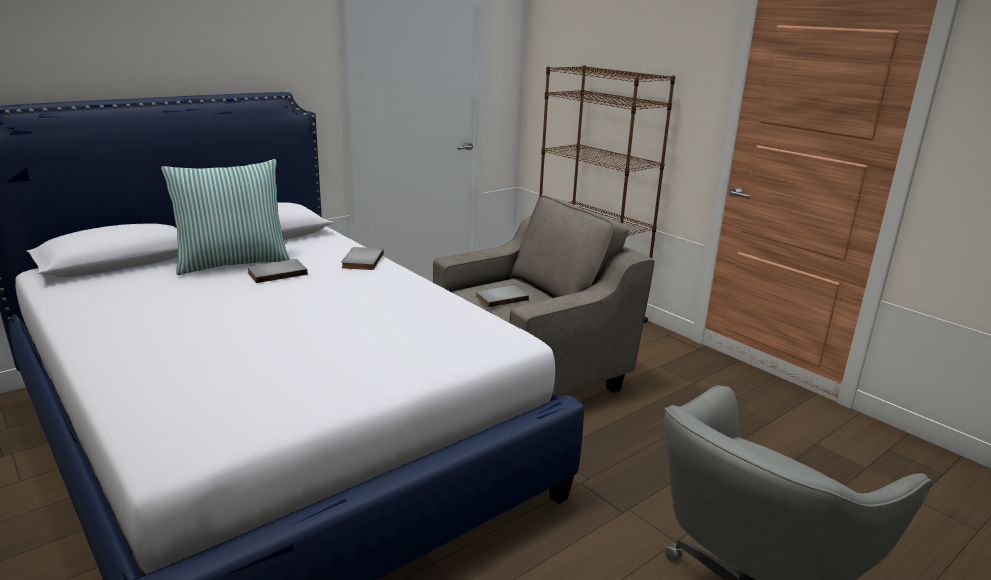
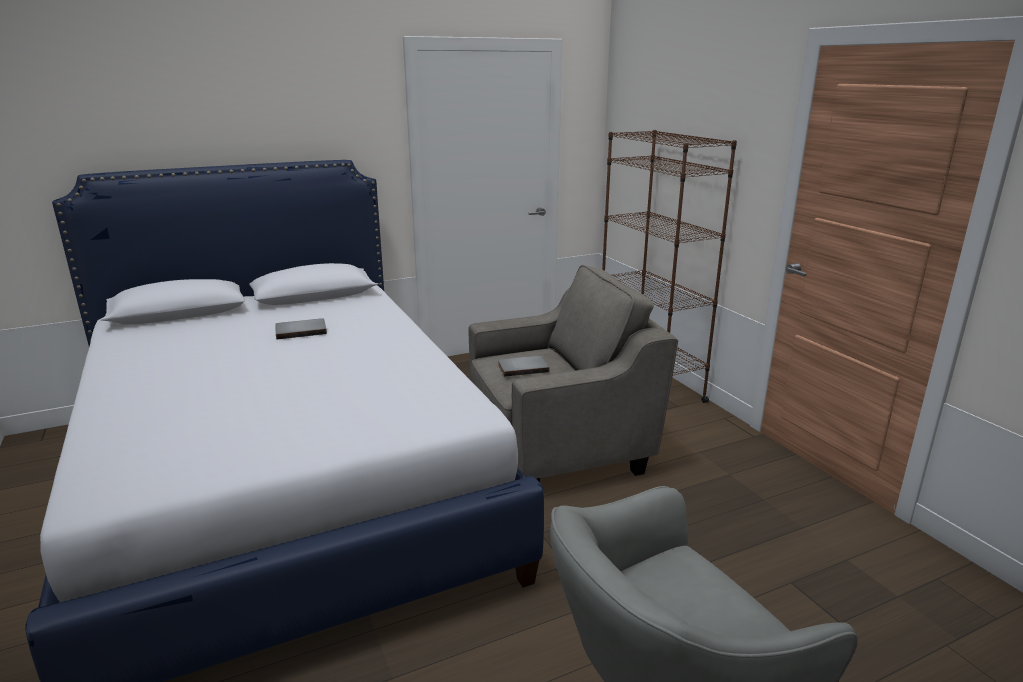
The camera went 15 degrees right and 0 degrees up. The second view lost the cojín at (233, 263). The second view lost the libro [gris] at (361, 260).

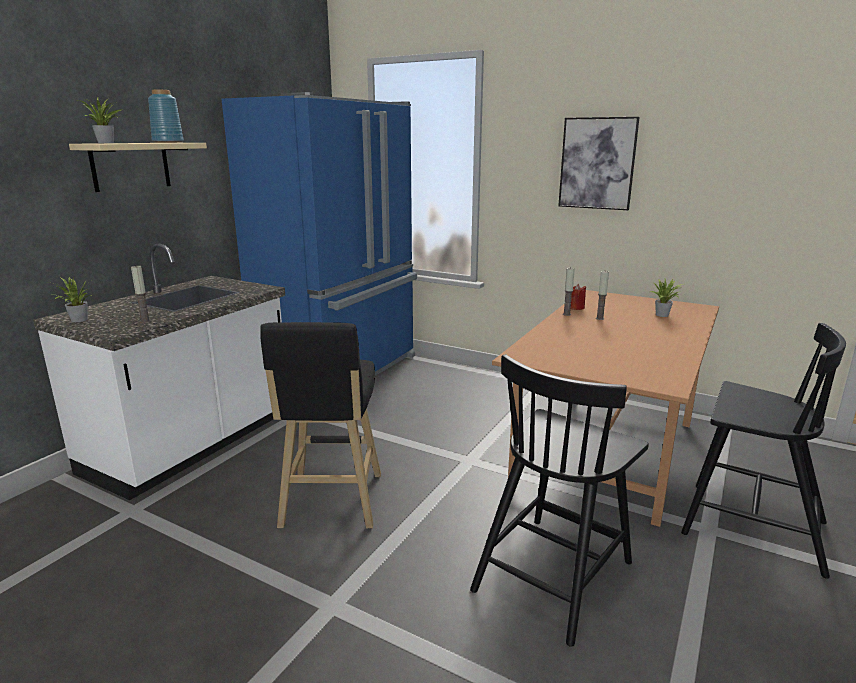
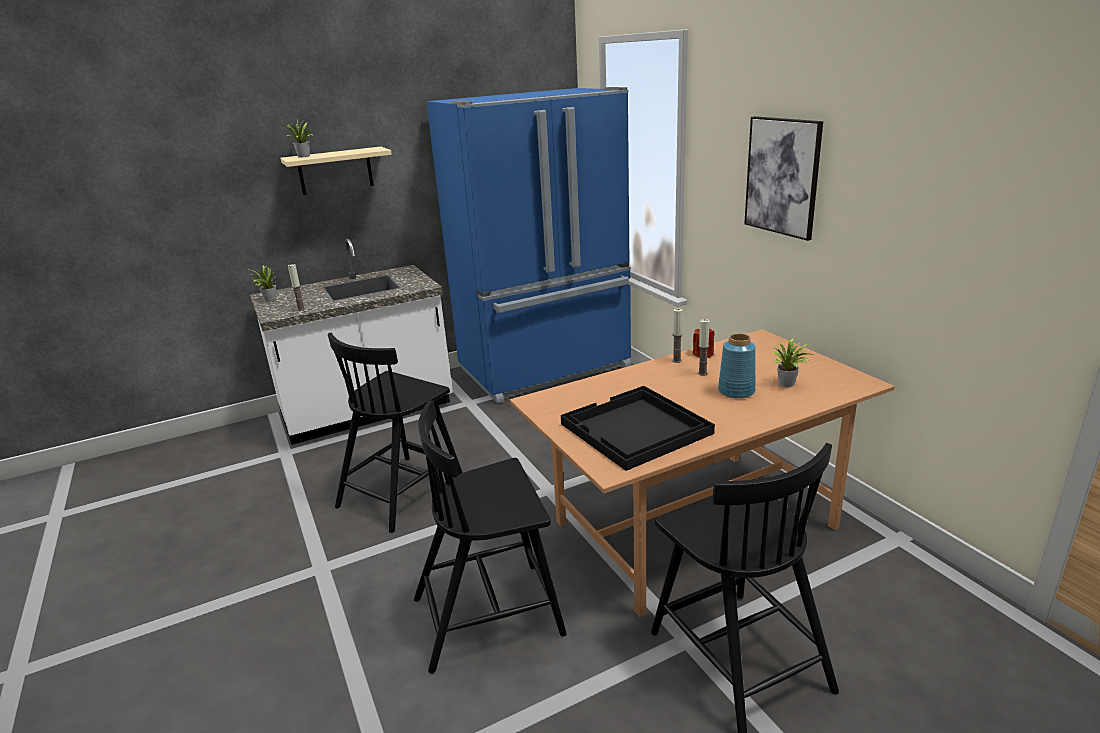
The camera went 35 degrees right and 5 degrees up. The florero [azul] ended up elsewhere, having gone from (168, 142) to (737, 391). Where the taburete [negro] stood at (331, 503), the silla [negro] came to stand at (402, 491). The second view gained the bandeja [negro] at (635, 429).

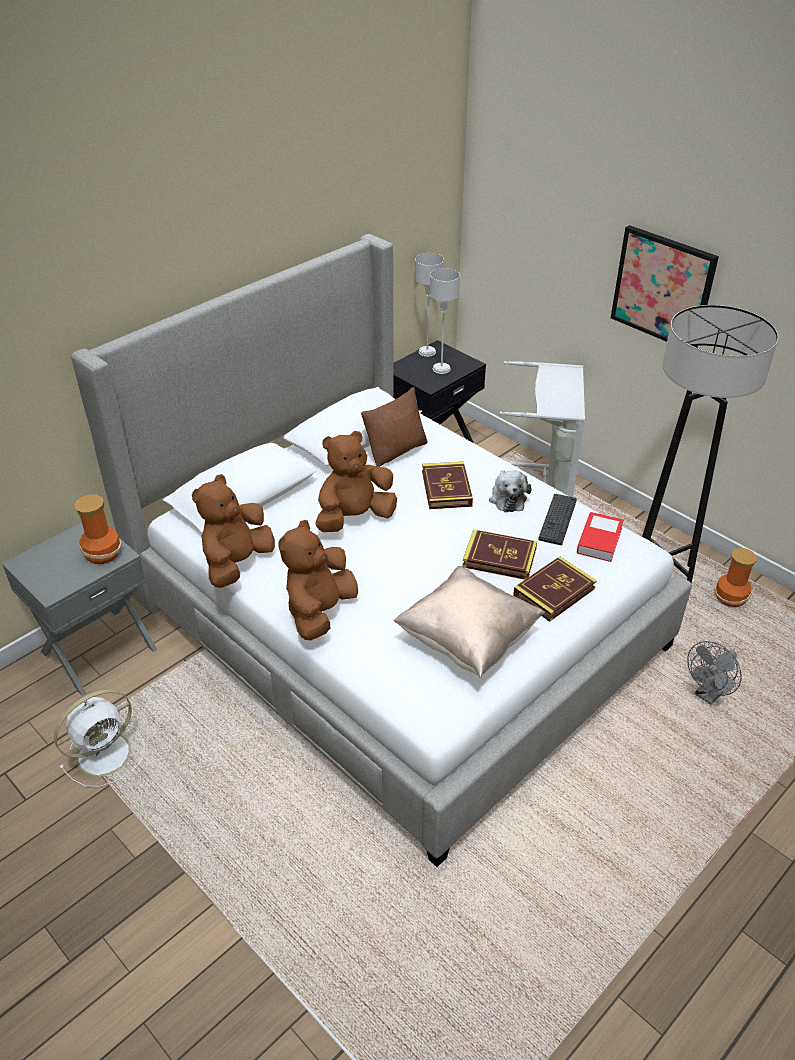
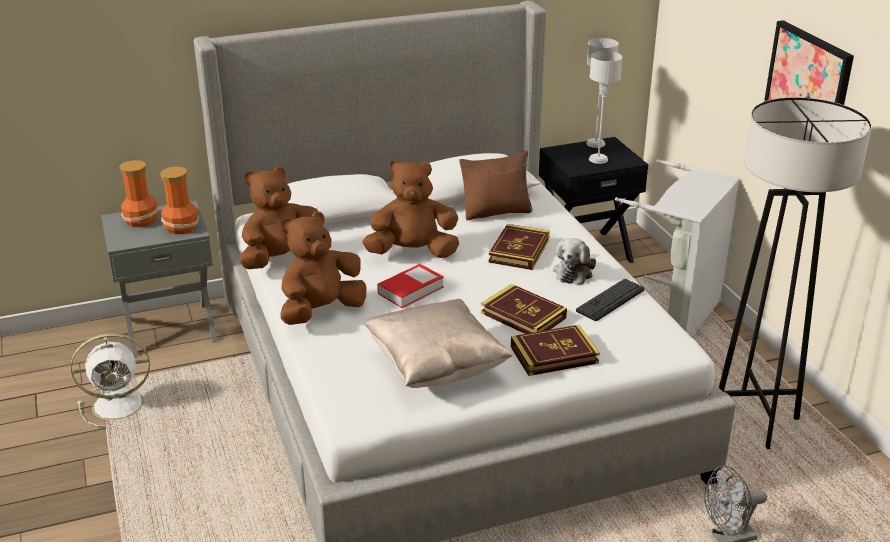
The camera went 25 degrees right and 10 degrees down. The libro ended up elsewhere, having gone from (599, 540) to (410, 290). The florero ended up elsewhere, having gone from (731, 597) to (142, 220).

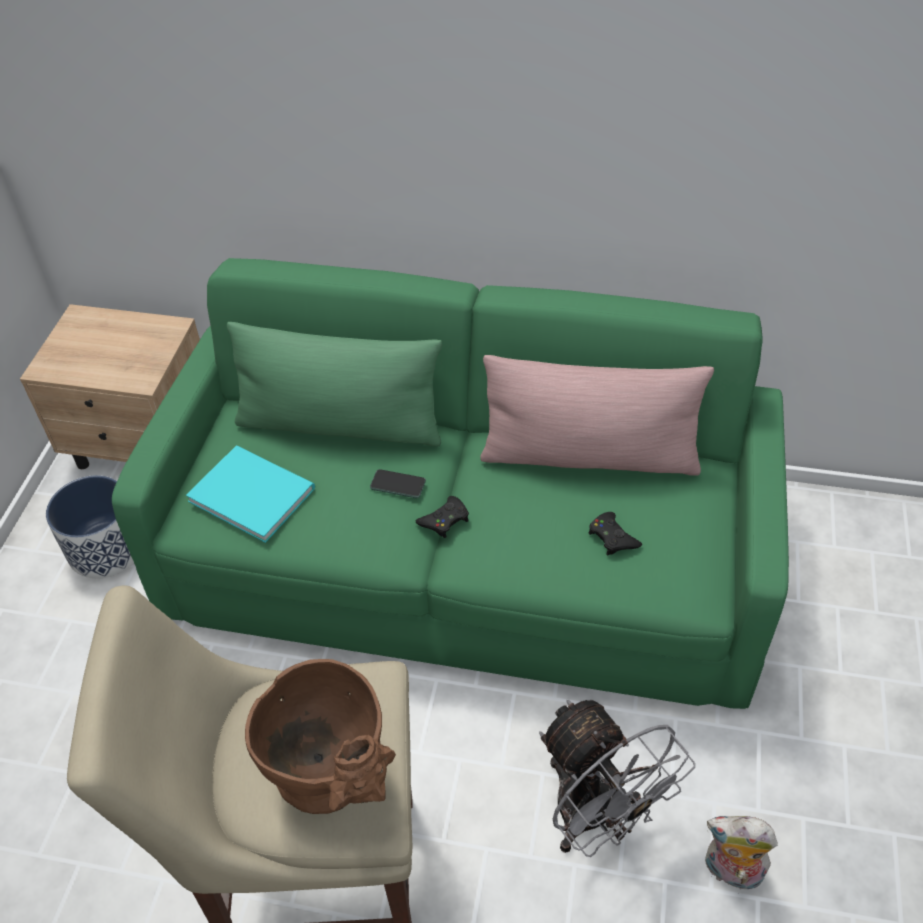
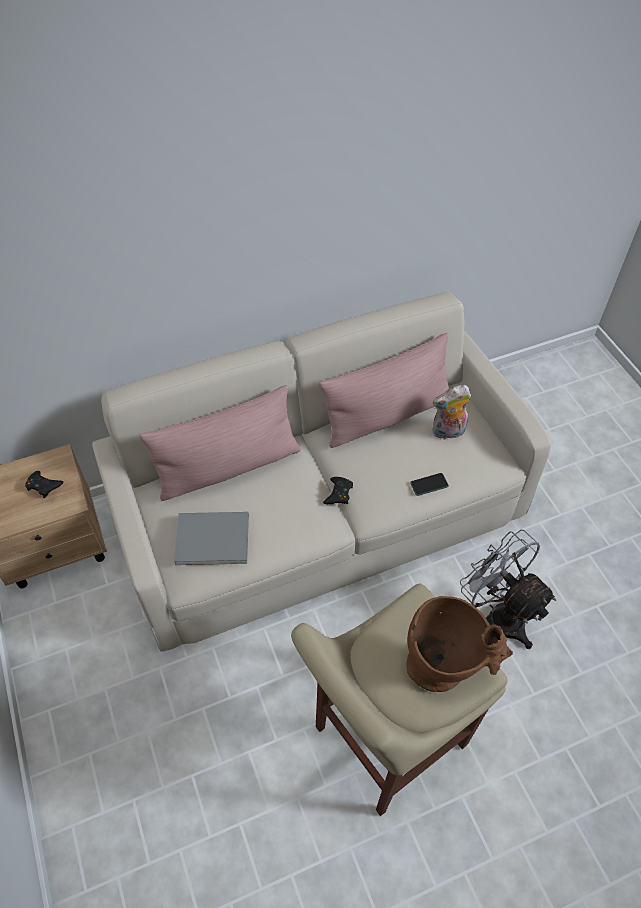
The camera went 35 degrees left and 5 degrees up. The second view lost the maceta at (106, 548). What was the sofá [verde] at (466, 551) turned into the sofá [beis] at (321, 507). What was the libro [turquesa] at (251, 492) turned into the libro [gris] at (210, 537). What was the cojín [verde] at (340, 425) turned into the cojín [rosa] at (228, 467). The móvil ended up elsewhere, having gone from (398, 484) to (429, 485). The ventilador [gris] at (596, 818) ended up facing another way, 150 degrees counterclockwise from before. The mando de consola [negro] ended up elsewhere, having gone from (612, 537) to (43, 486). The peluche ended up elsewhere, having gone from (730, 871) to (448, 432).

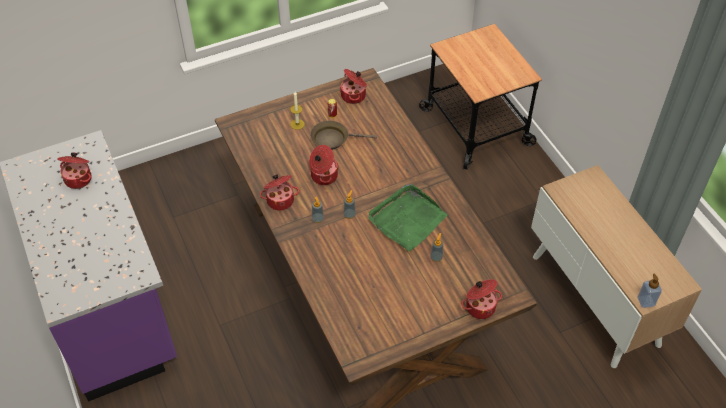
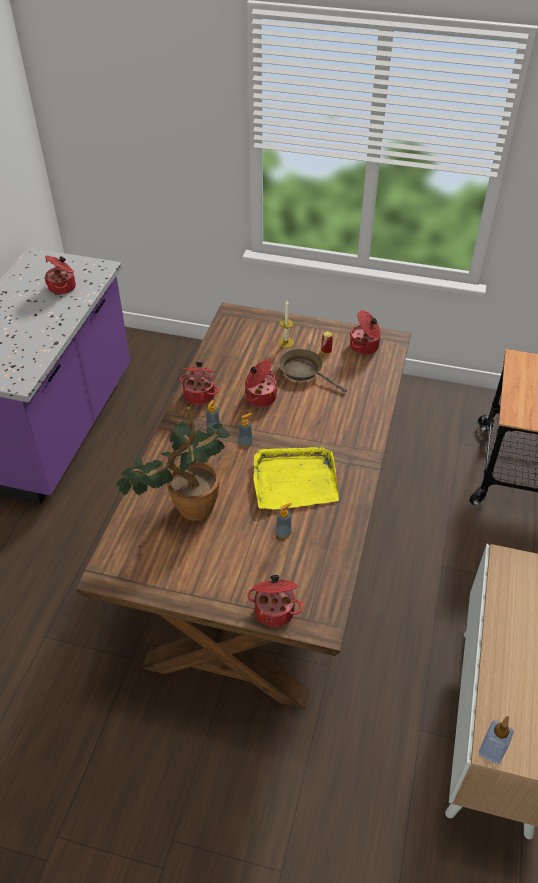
The camera went 40 degrees right and 5 degrees down. What was the bandeja [verde] at (407, 219) turned into the bandeja [amarillo] at (294, 480). The second view gained the planta en maceta at (186, 508).

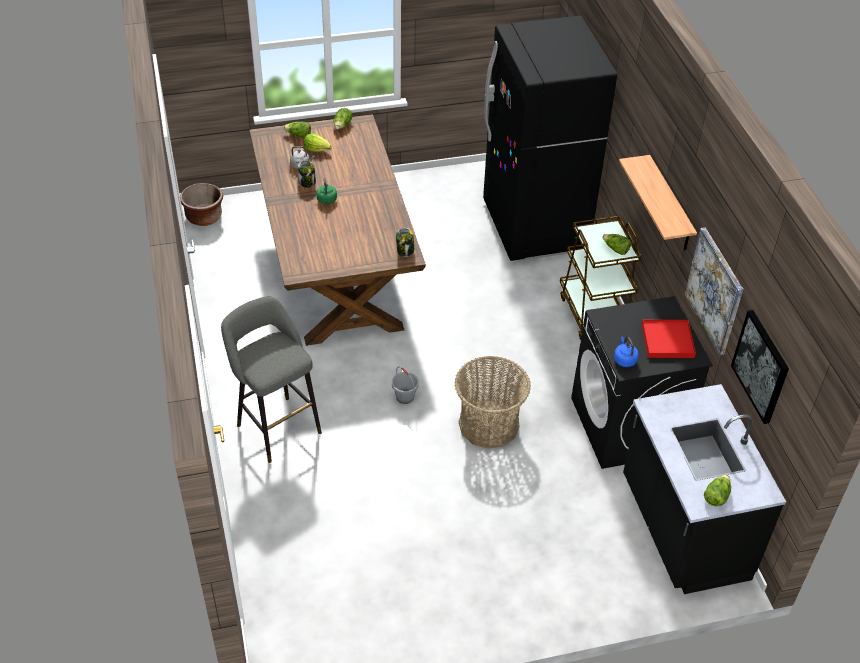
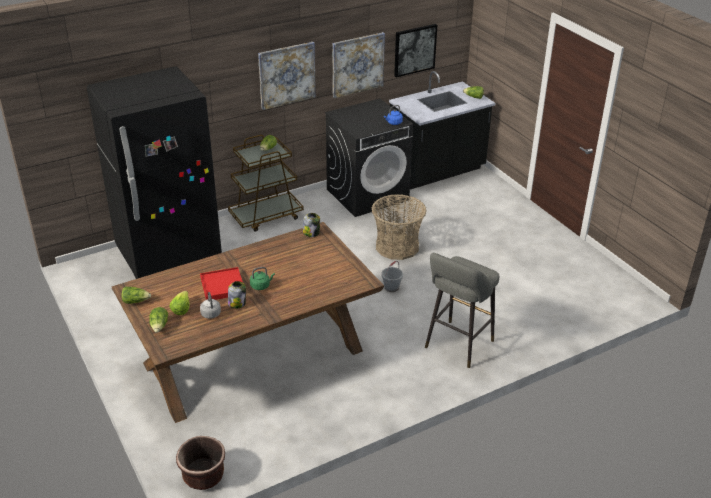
The camera went 105 degrees left and 10 degrees down. Where the estante hung at (669, 205), the cuadro came to hang at (287, 75). The bandeja [rojo] ended up elsewhere, having gone from (667, 341) to (222, 286).

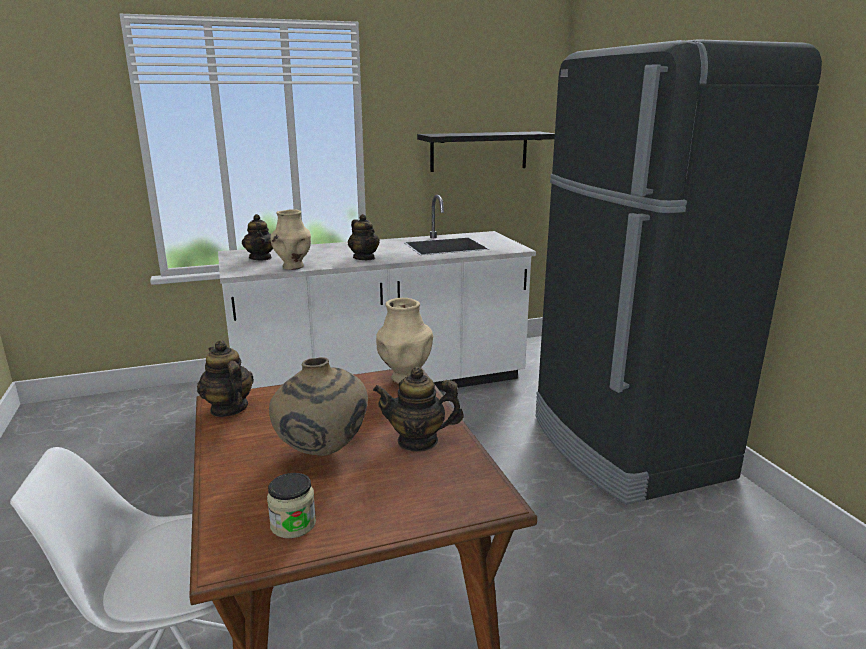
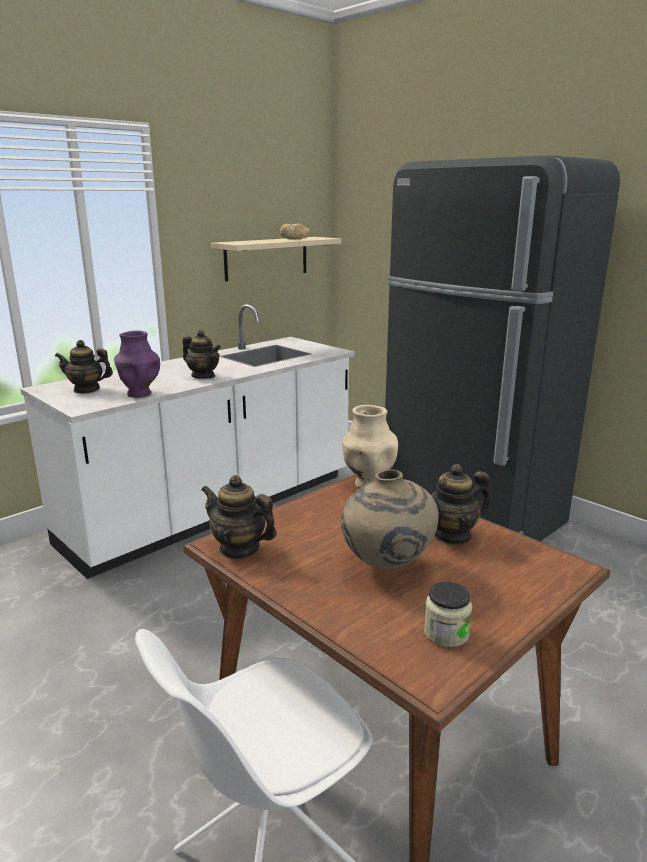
The camera went 25 degrees left and 0 degrees up. The tetera at (261, 258) ended up facing another way, 135 degrees clockwise from before. What was the florero [beis] at (293, 267) turned into the florero [morado] at (139, 394). What was the estante [negro] at (479, 151) turned into the estante [beis] at (266, 258). The second view gained the pan at (295, 239).

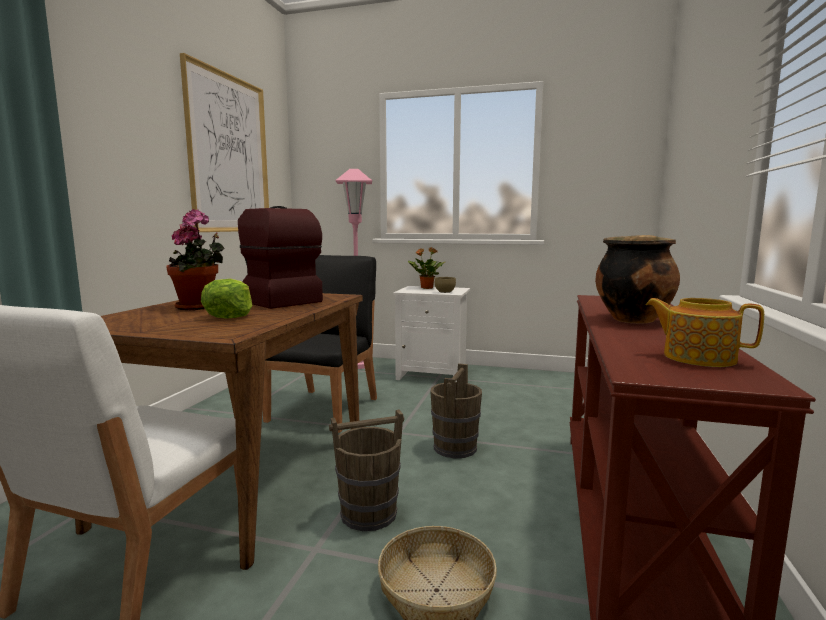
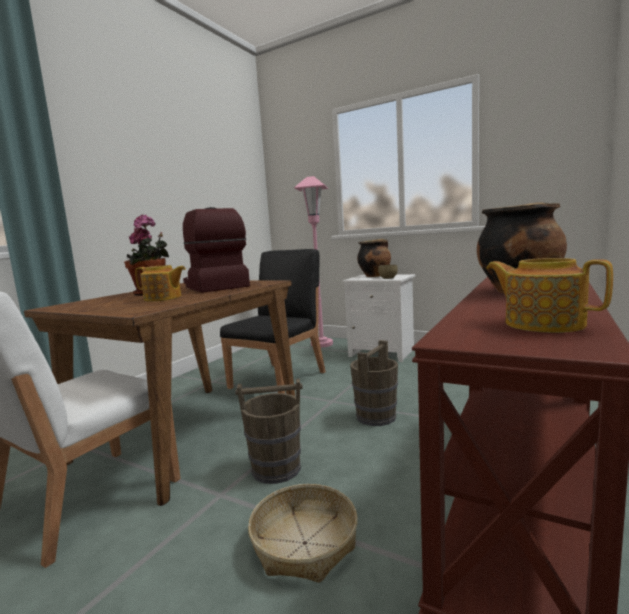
The camera went 15 degrees right and 0 degrees up. The second view lost the cuadro at (229, 154). Where the lechuga stood at (230, 316), the tetera came to stand at (163, 298). Where the planta en maceta stood at (426, 288), the olla came to stand at (375, 276).

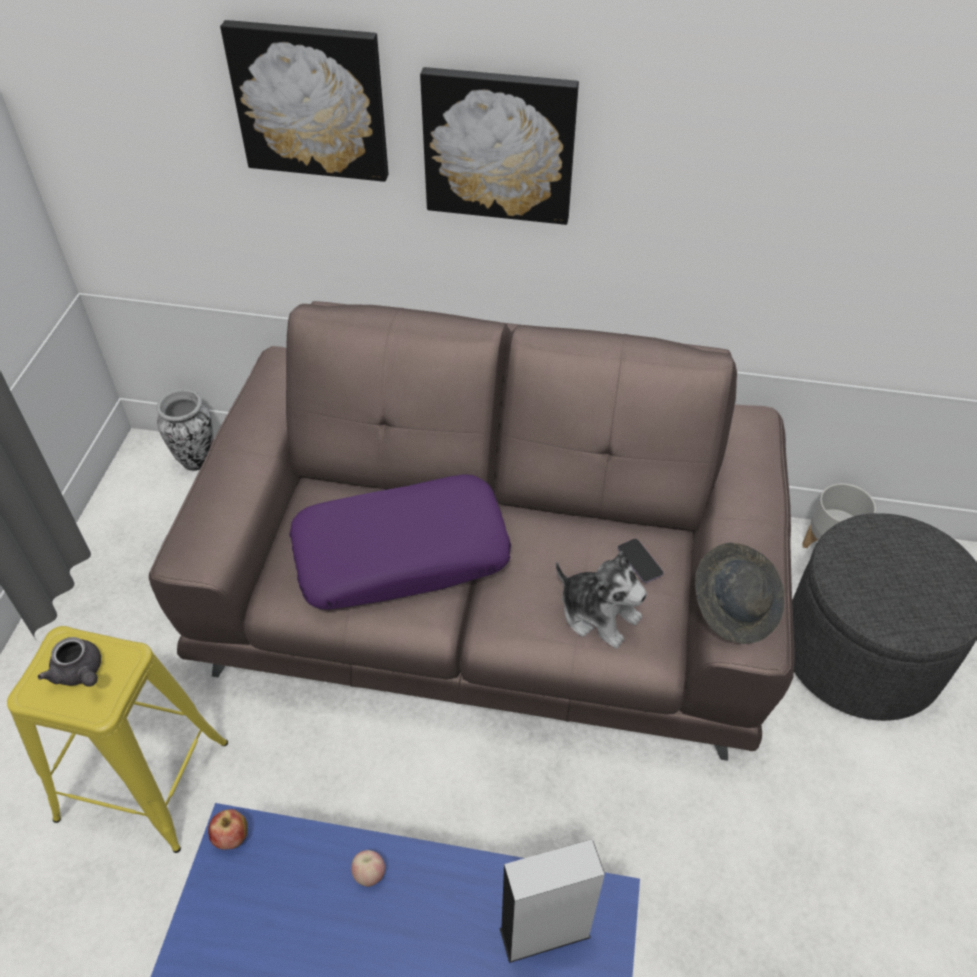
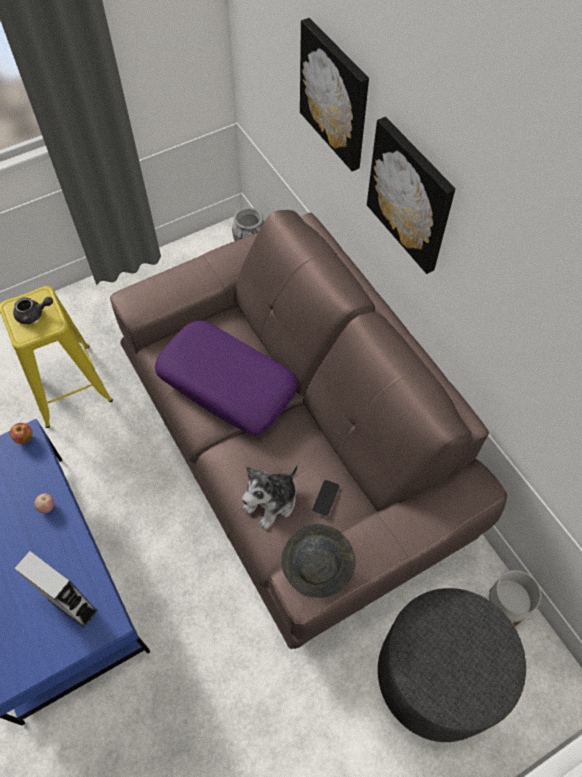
The camera went 50 degrees right and 10 degrees up. The tetera [gris] at (80, 673) ended up facing another way, 105 degrees counterclockwise from before. The peluche at (598, 614) ended up facing another way, 45 degrees clockwise from before.

